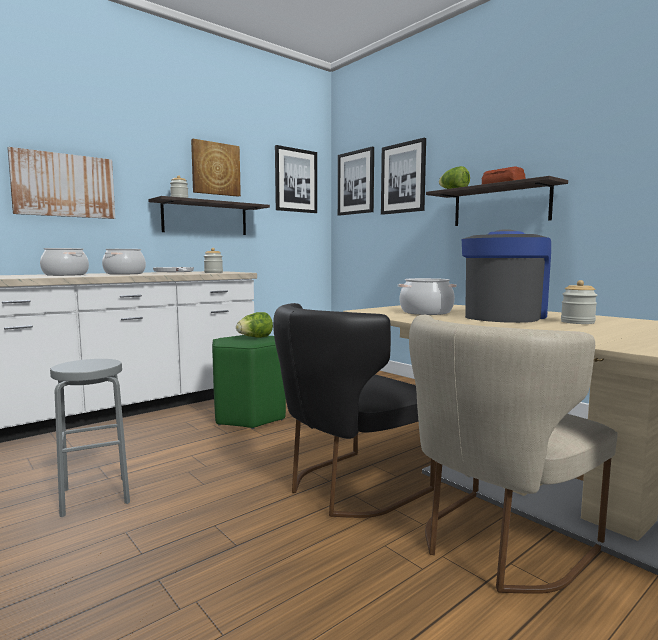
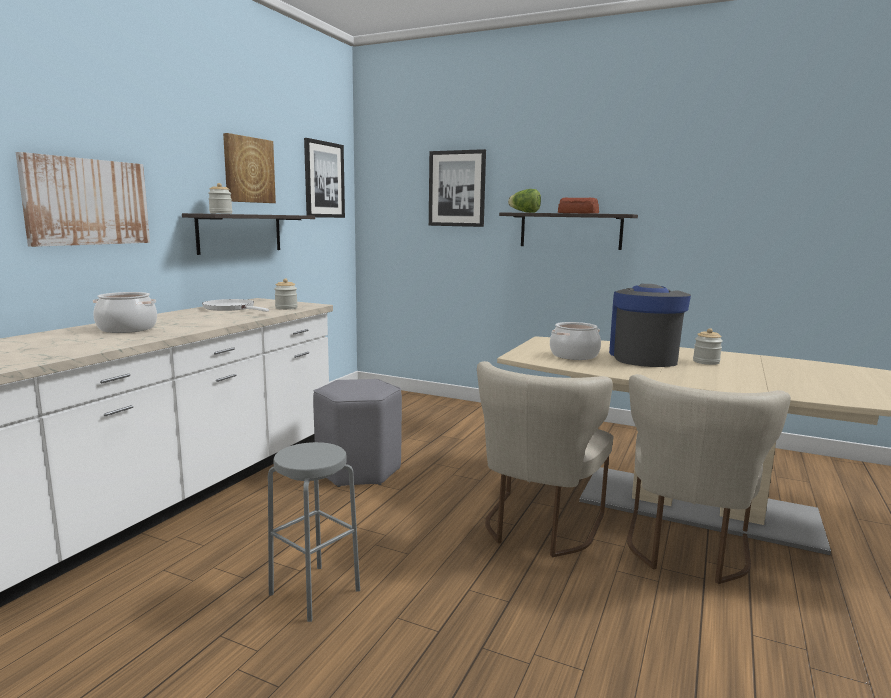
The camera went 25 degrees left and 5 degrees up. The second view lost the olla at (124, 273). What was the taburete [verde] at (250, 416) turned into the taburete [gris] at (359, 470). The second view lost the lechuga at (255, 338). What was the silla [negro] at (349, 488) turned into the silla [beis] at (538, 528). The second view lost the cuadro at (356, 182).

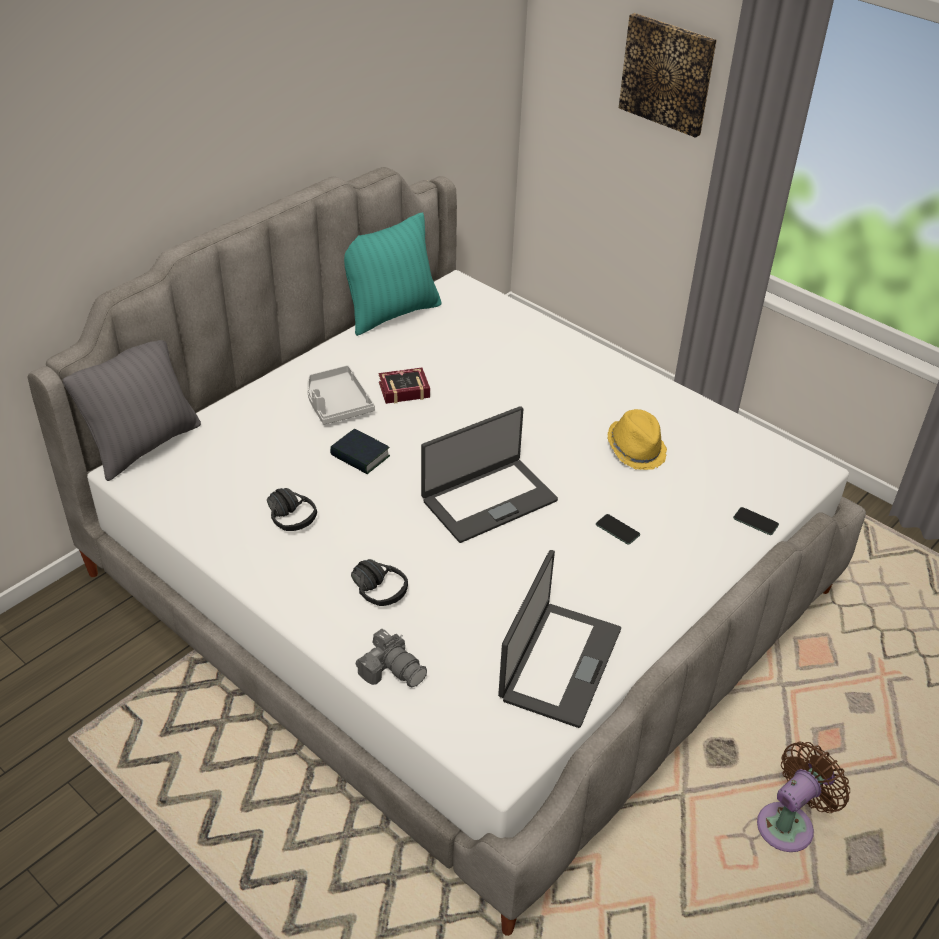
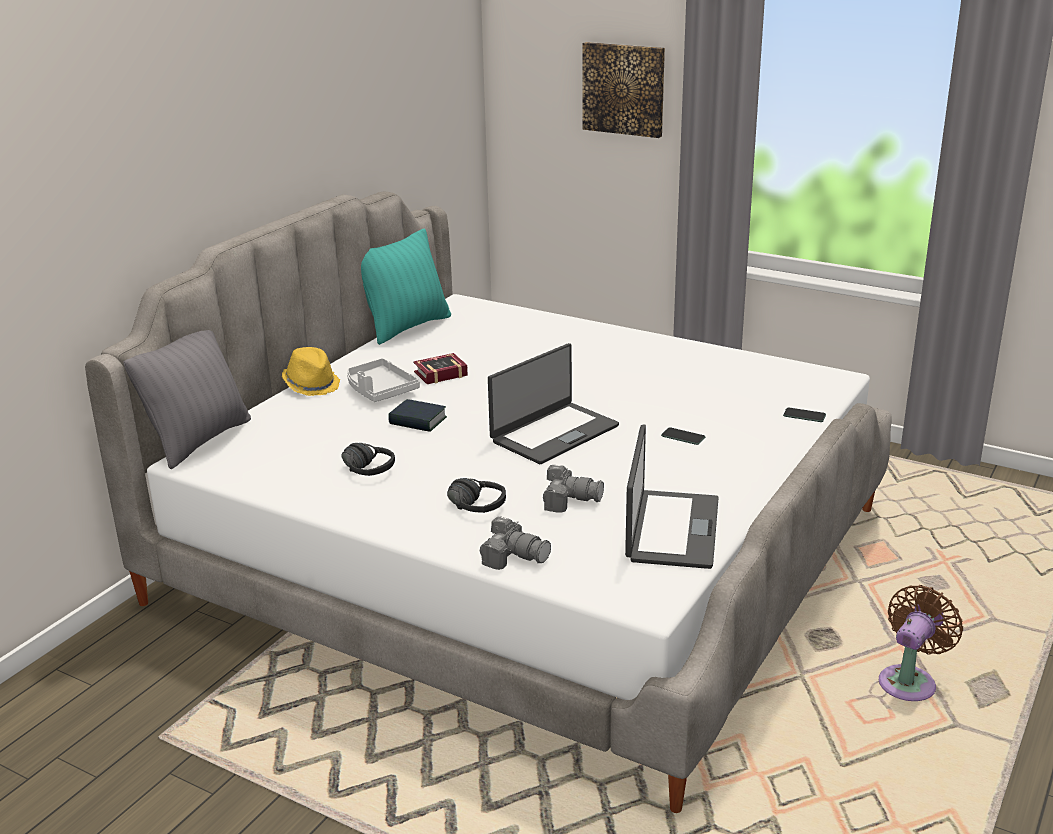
The camera went 10 degrees left and 15 degrees down. The sombrero [amarillo] ended up elsewhere, having gone from (636, 449) to (311, 385). The second view gained the cámara at (570, 500).

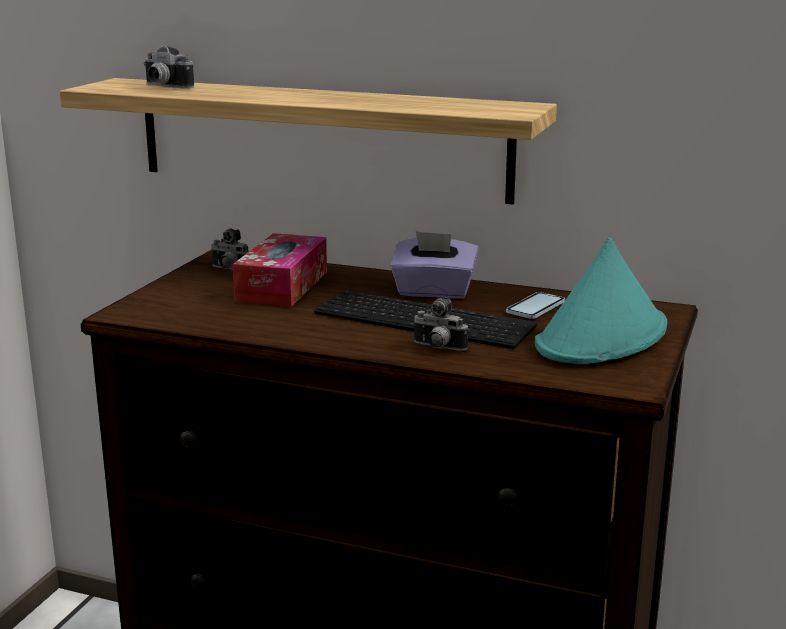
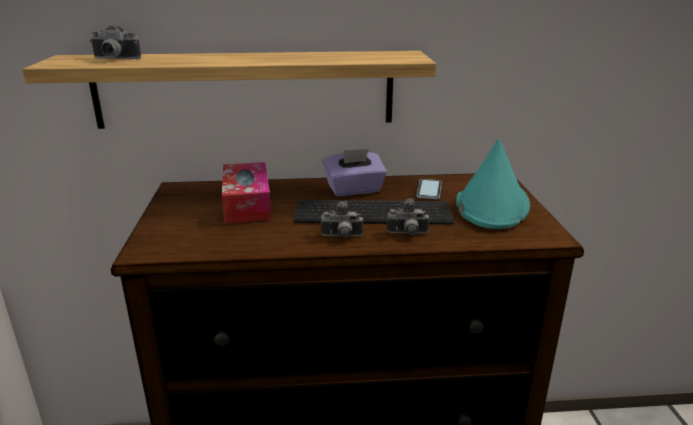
The camera went 25 degrees left and 5 degrees up. The cámara ended up elsewhere, having gone from (230, 270) to (342, 237).

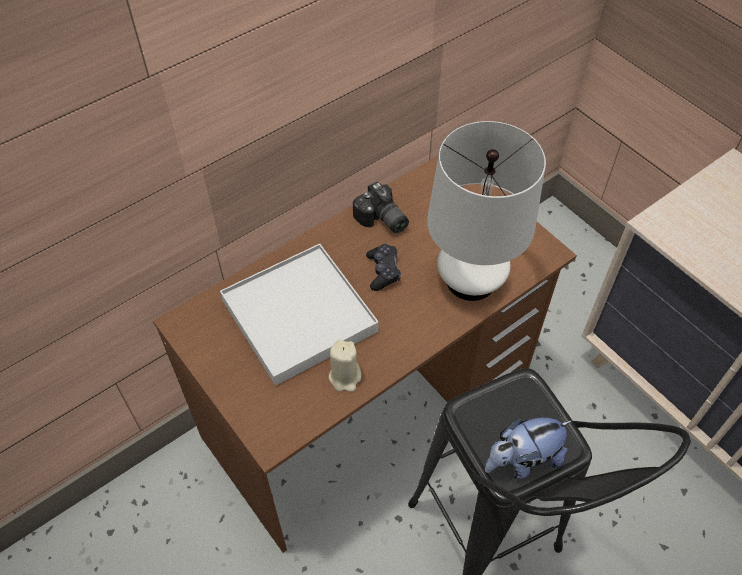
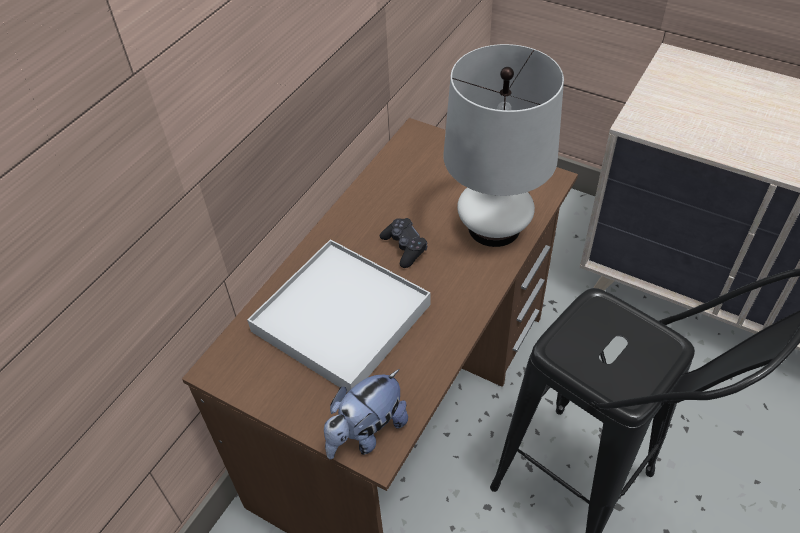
The camera went 20 degrees left and 5 degrees down. The second view lost the vela [beis] at (345, 377). The second view lost the cámara at (381, 220). The peluche ended up elsewhere, having gone from (522, 460) to (366, 432).

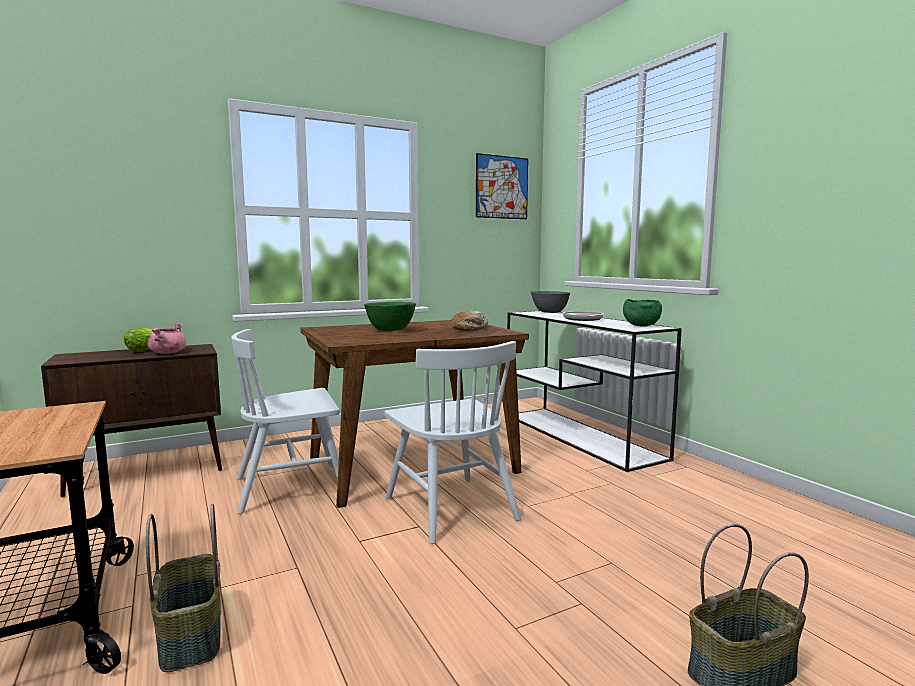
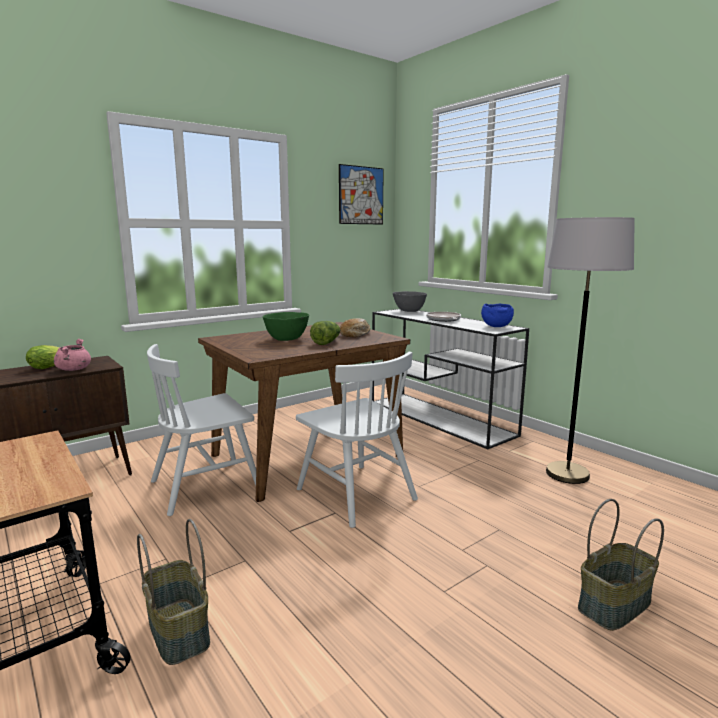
The camera went 10 degrees left and 5 degrees up. What was the cuenco [verde] at (641, 326) turned into the cuenco [azul] at (496, 326). The second view gained the lechuga at (326, 342). The second view gained the lámpara de pie [gris] at (567, 474).

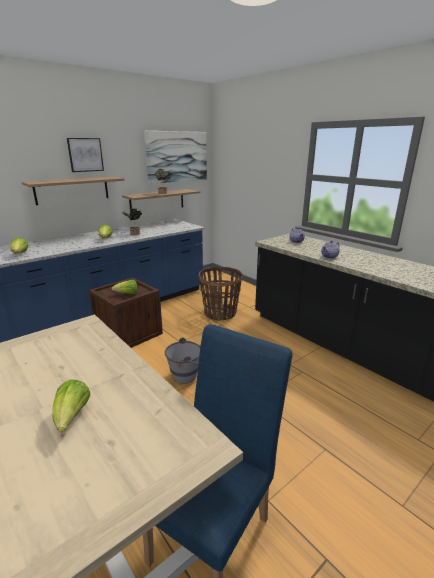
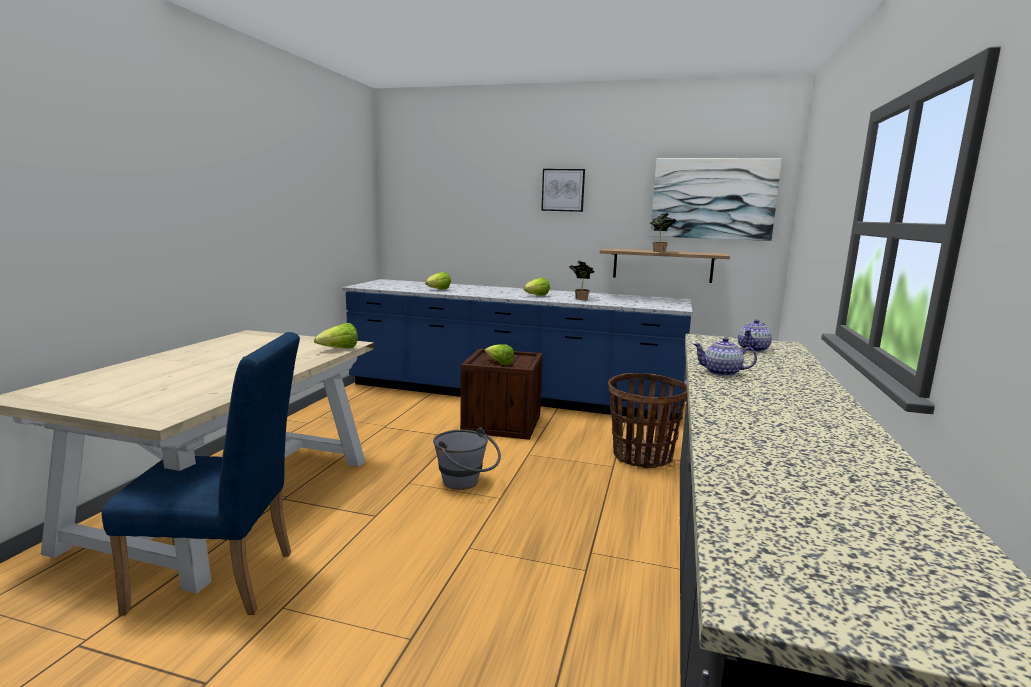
The camera went 55 degrees right and 10 degrees down. The second view lost the estante at (72, 190). The lechuga ended up elsewhere, having gone from (72, 417) to (339, 349).

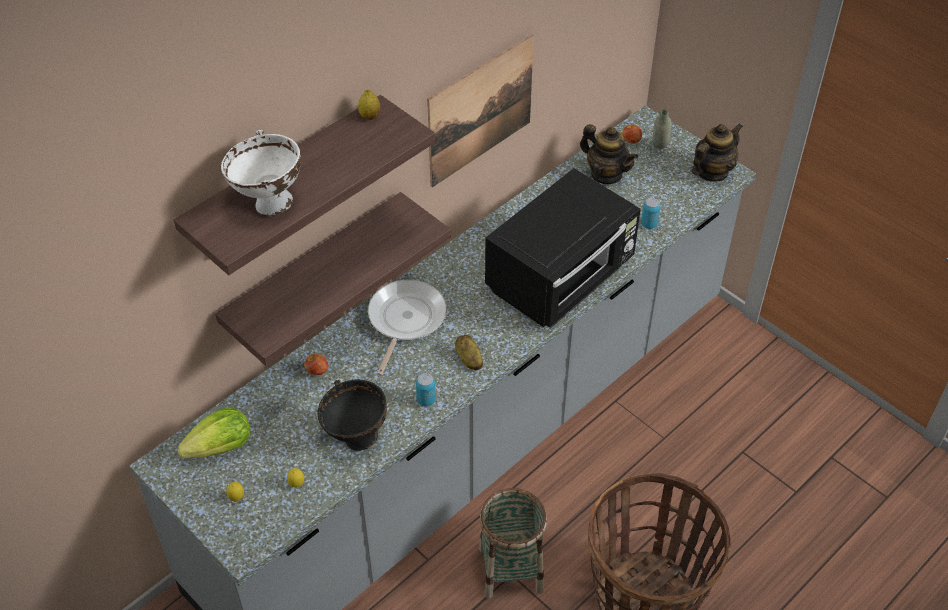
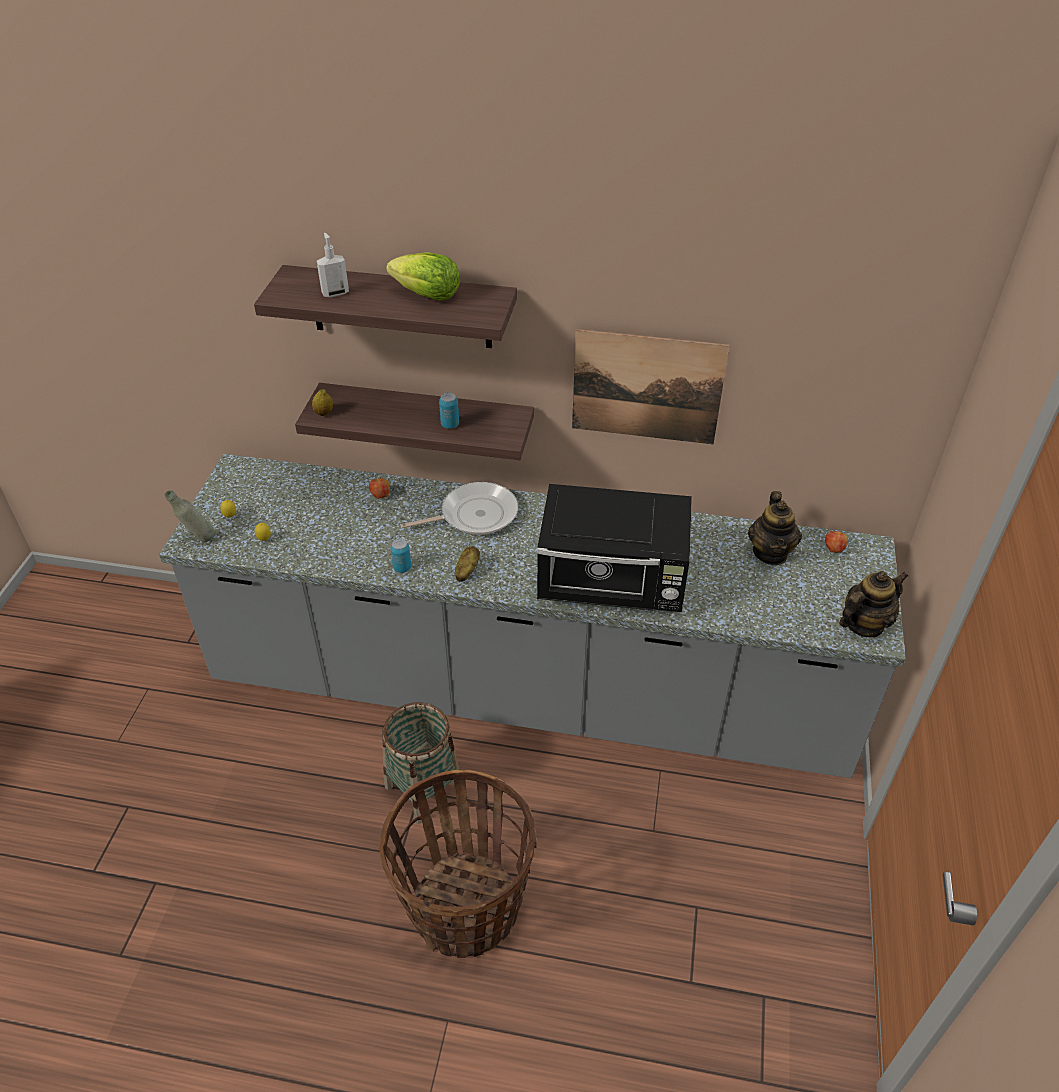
The camera went 55 degrees right and 5 degrees down. The lechuga ended up elsewhere, having gone from (221, 447) to (427, 296). Where the cuenco [blanco] stood at (269, 204), the dispensador de jabón came to stand at (335, 293). The second view lost the cuenco [negro] at (356, 439). The limón ended up elsewhere, having gone from (370, 116) to (324, 413). The lata ended up elsewhere, having gone from (649, 224) to (450, 424). The botella [gris] ended up elsewhere, having gone from (659, 150) to (199, 540). The tetera at (712, 172) ended up facing another way, 45 degrees counterclockwise from before.

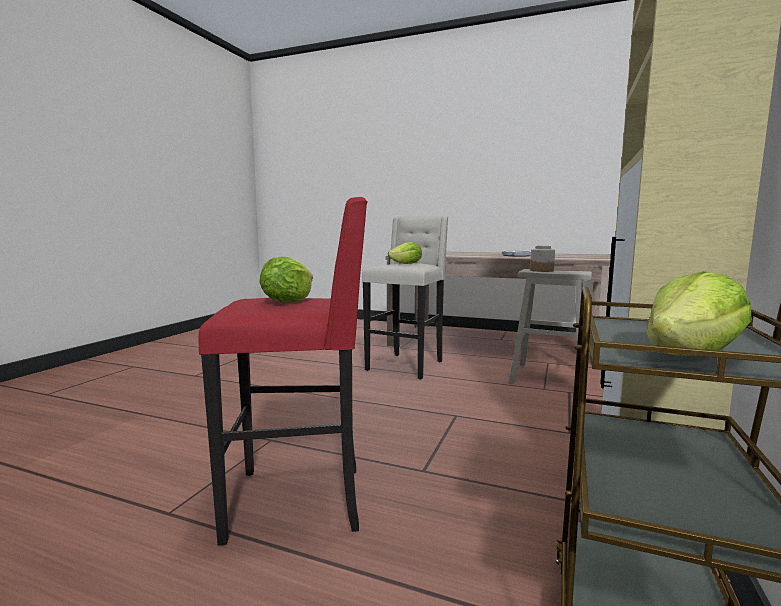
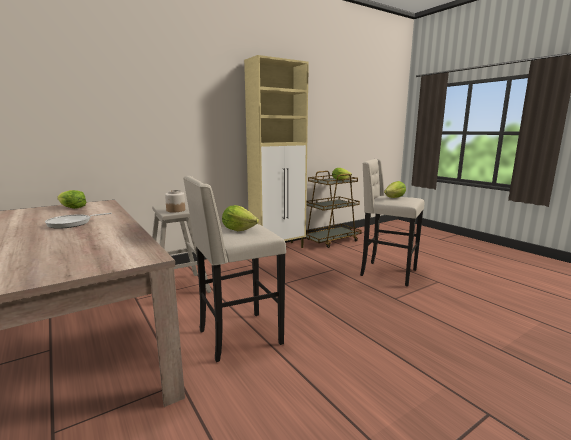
The camera went 145 degrees left and 5 degrees up. What was the taburete [rojo] at (300, 501) turned into the taburete [beis] at (387, 273). The second view gained the lechuga at (72, 207).

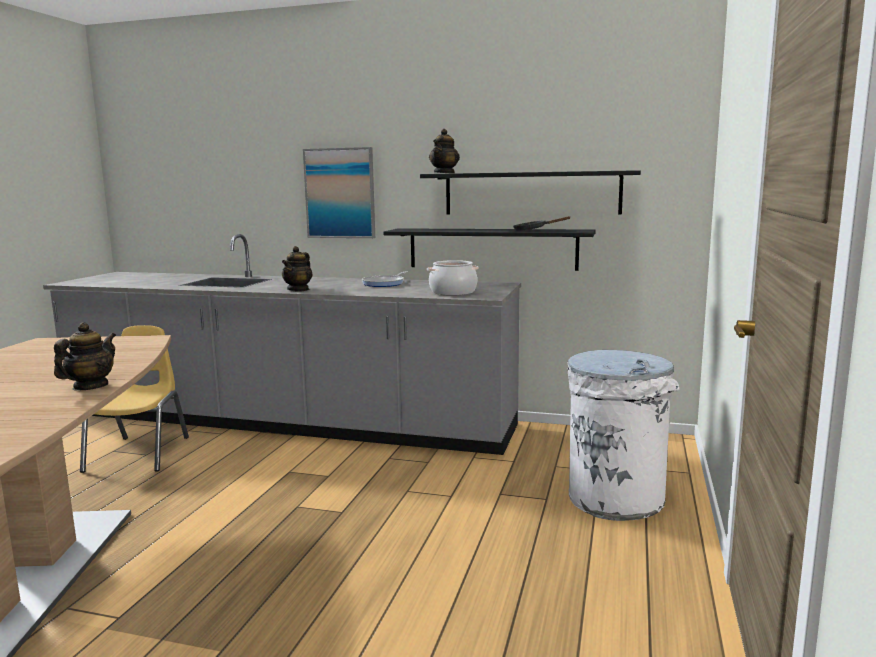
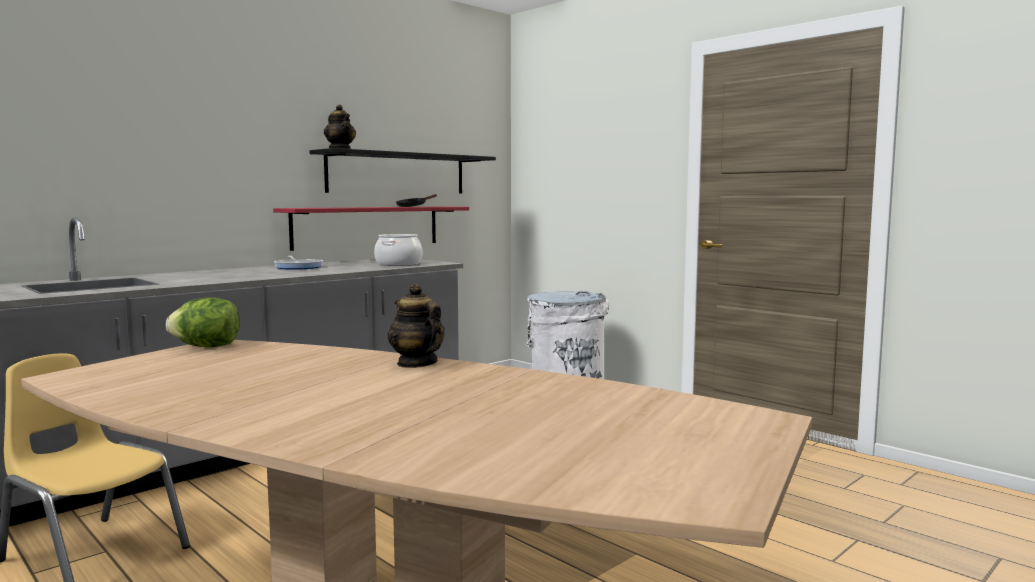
The camera went 60 degrees left and 5 degrees down. The second view lost the tetera at (298, 289). The second view lost the cuadro at (340, 193). What was the estante [negro] at (492, 248) turned into the estante [rojo] at (367, 226). The second view gained the lechuga at (207, 347).

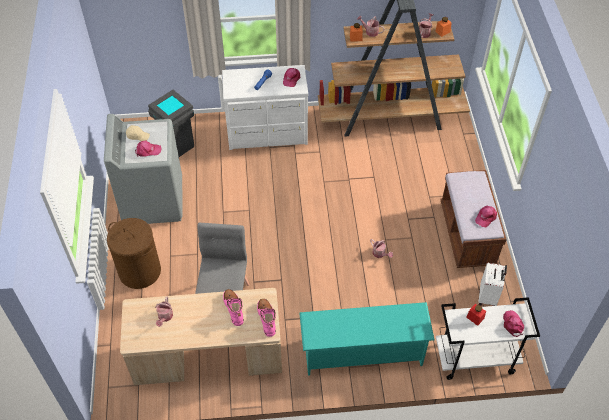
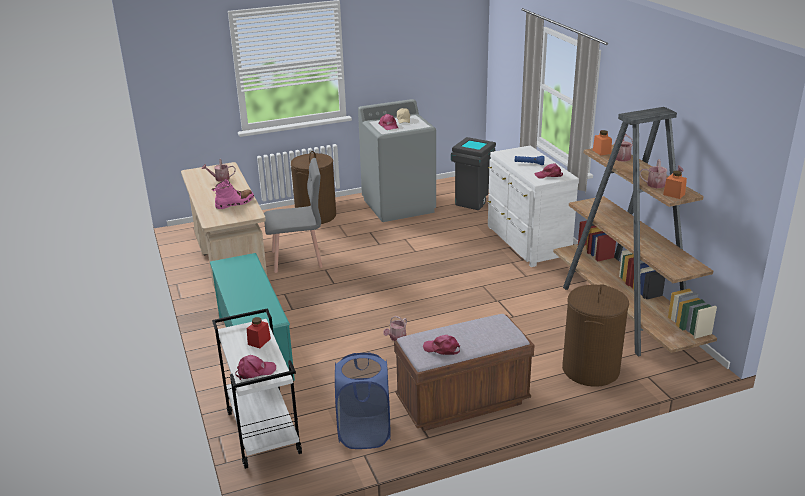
The camera went 75 degrees right and 25 degrees down. The second view lost the bota [rosa] at (267, 319). Where the maleta [blanco] stood at (488, 297), the cesto de la ropa [azul] came to stand at (364, 433). The second view gained the cesto de la ropa [marrón] at (591, 370).

